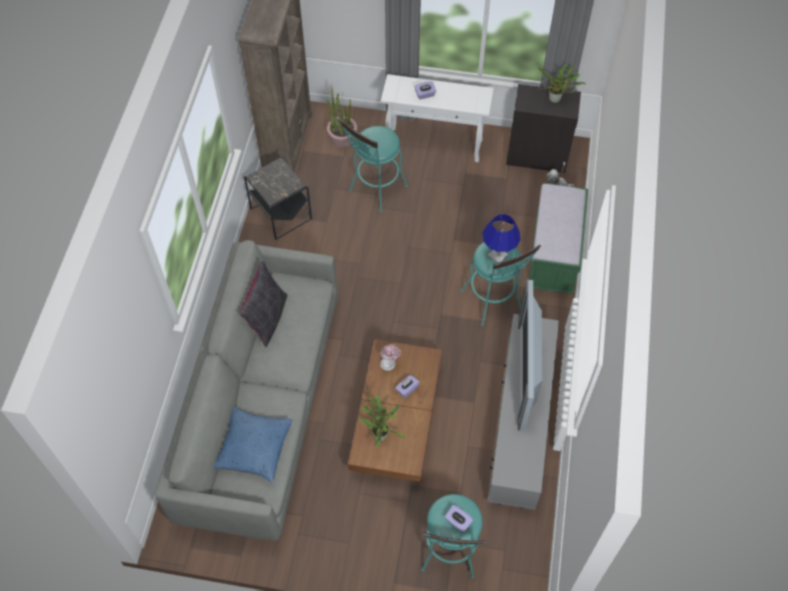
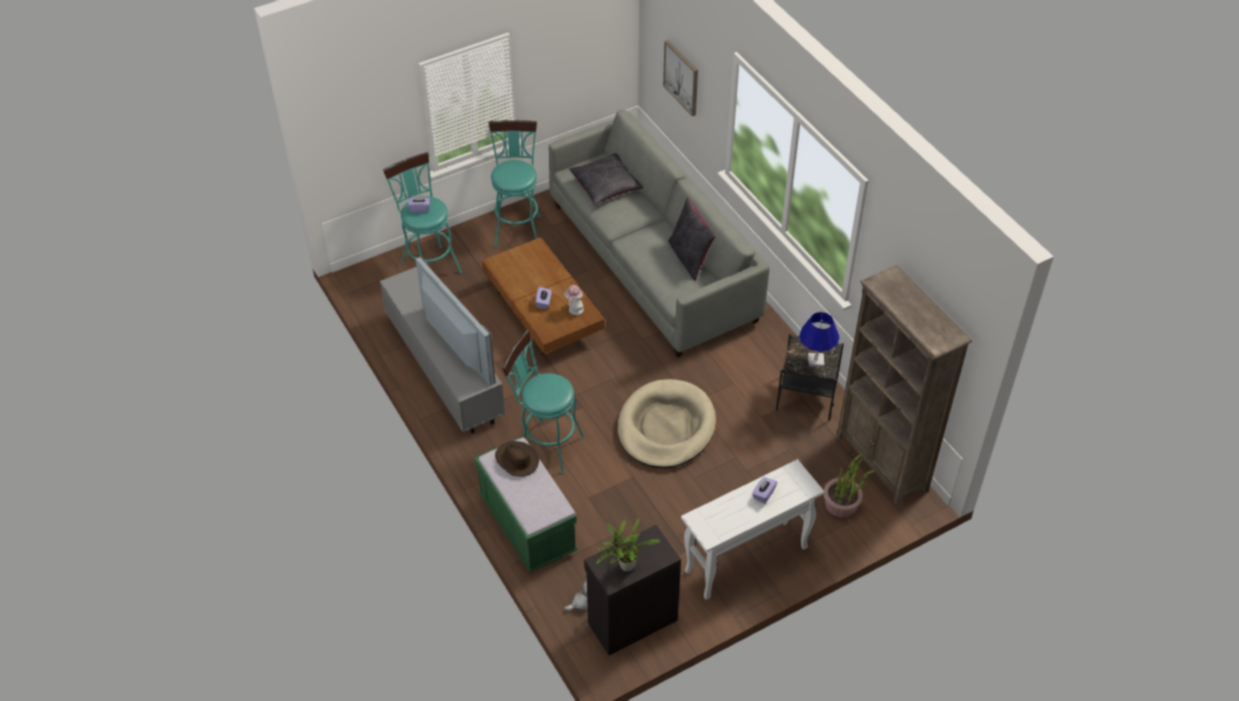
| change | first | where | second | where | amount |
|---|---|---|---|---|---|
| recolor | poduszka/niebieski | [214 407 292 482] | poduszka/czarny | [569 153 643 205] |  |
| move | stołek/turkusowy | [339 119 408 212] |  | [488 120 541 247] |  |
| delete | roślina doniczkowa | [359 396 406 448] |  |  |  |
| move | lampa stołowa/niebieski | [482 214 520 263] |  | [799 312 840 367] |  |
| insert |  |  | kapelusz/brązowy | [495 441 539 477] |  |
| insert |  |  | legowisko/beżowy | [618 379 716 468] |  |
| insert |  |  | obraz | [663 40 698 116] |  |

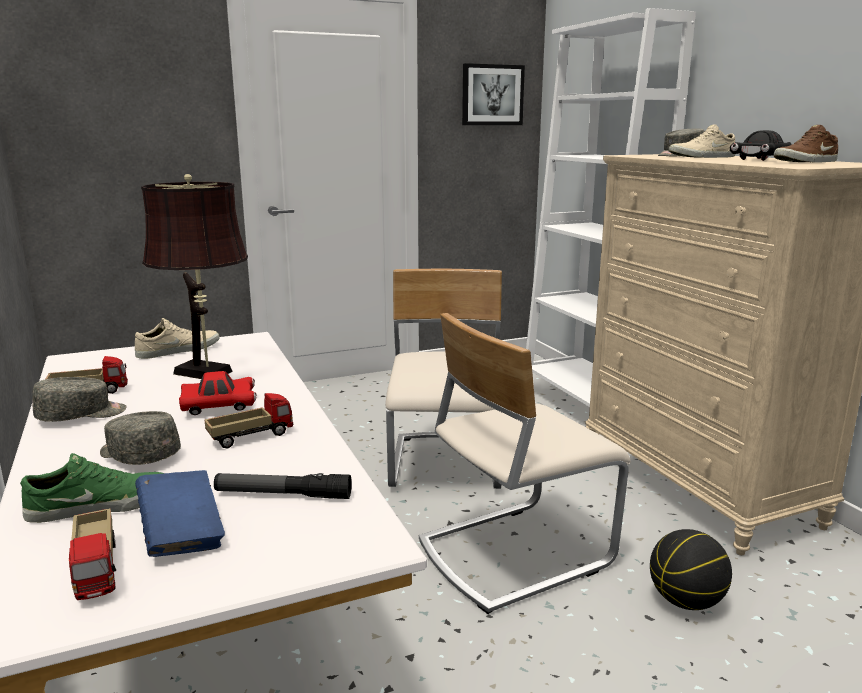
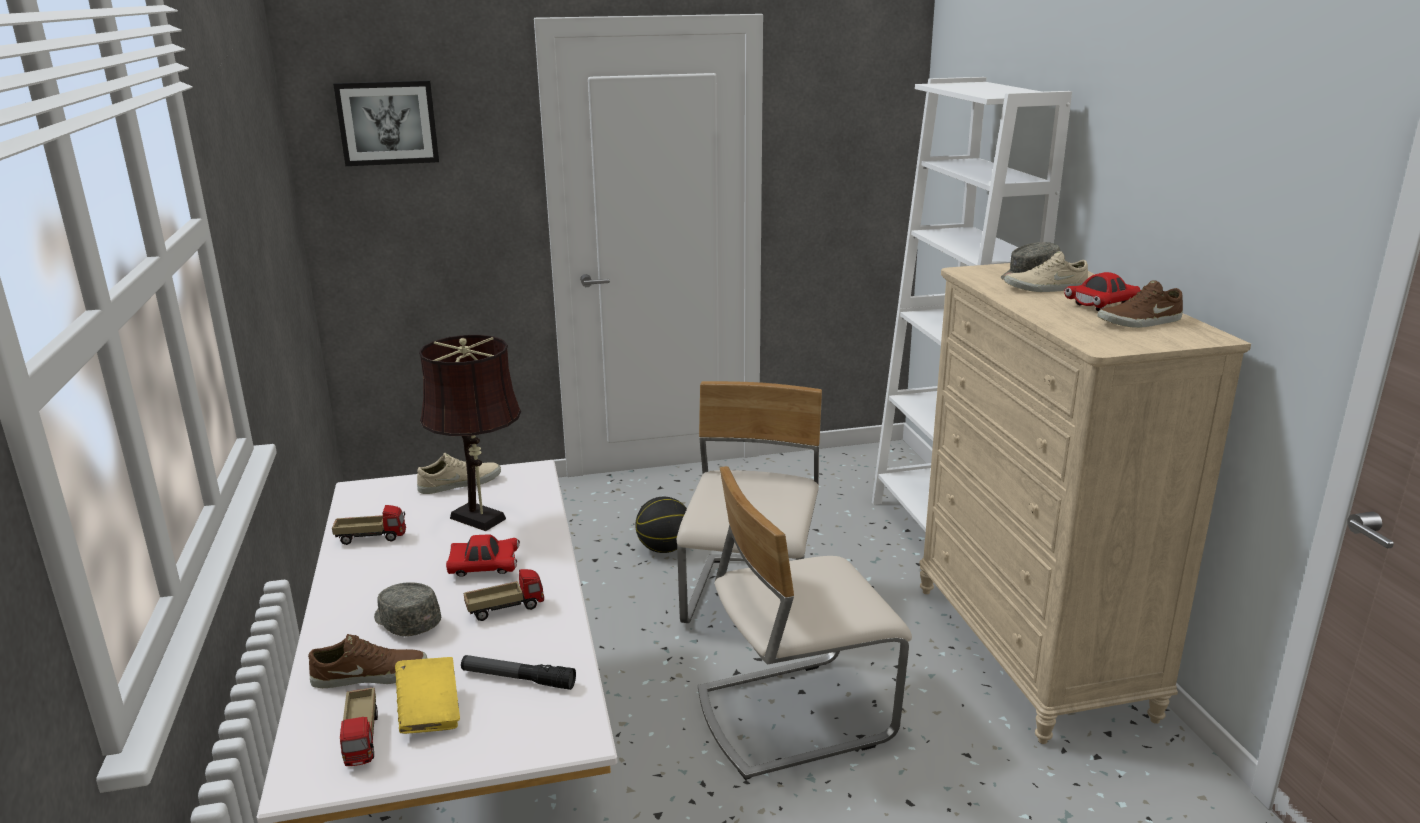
| change | first | where | second | where | amount |
|---|---|---|---|---|---|
| recolor | but/zielony | [20 453 163 523] | but/brązowy | [308 634 428 688] |  |
| delete | czapka z daszkiem/szary | [32 377 127 422] |  |  |  |
| recolor | książka/niebieski | [135 470 225 557] | książka/żółty | [395 657 460 734] |  |
| move | obraz | [462 63 525 125] |  | [333 80 439 166] |  |
| move | piłka do koszykówki | [650 529 732 610] |  | [635 497 687 553] |  |
| recolor | samochodzik/czarny | [730 130 792 161] | samochodzik/czerwony | [1064 272 1141 311] |  |

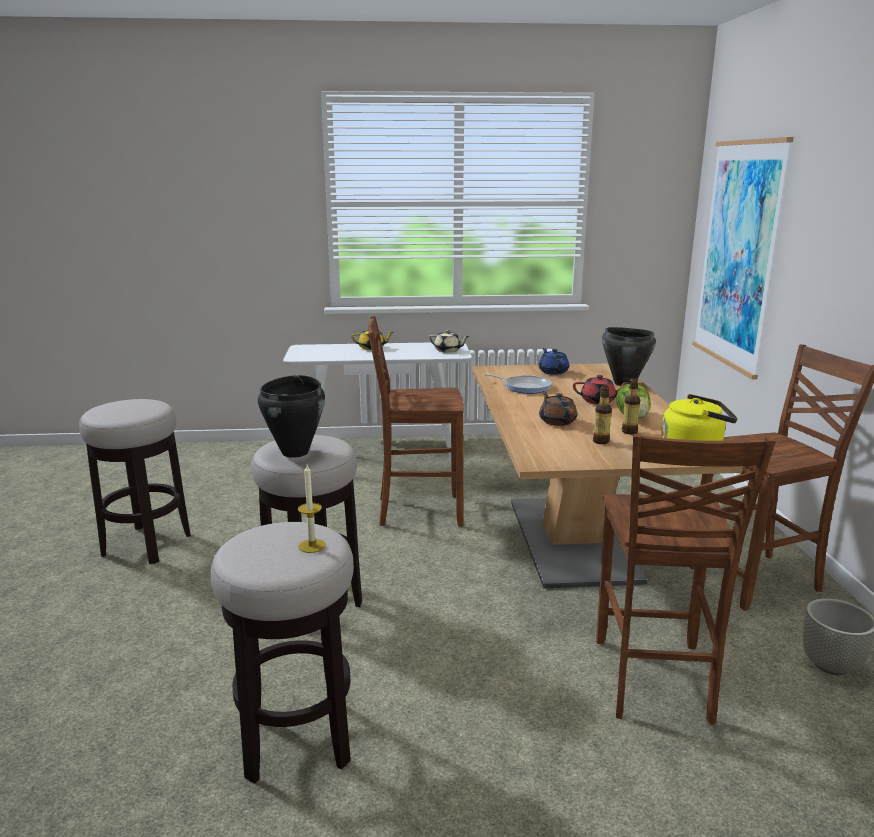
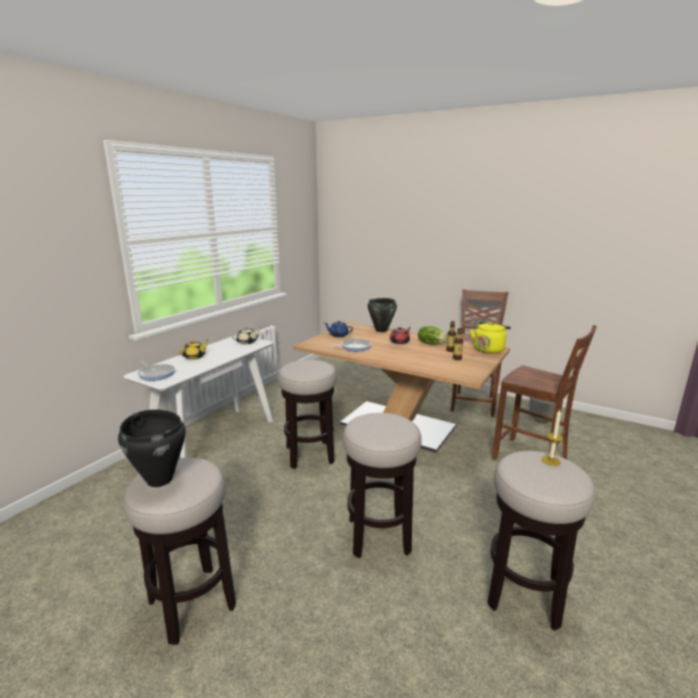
| change | first | where | second | where | amount |
|---|---|---|---|---|---|
| move | garnek/czarny | [258 375 325 458] |  | [118 410 186 487] |  |
| replace | krzesło/brązowy | [368 316 464 527] | stołek | [278 360 337 469] |  |
| delete | imbryk/brązowy | [539 391 577 426] |  |  |  |
| delete | obraz | [692 137 794 379] |  |  |  |
| insert |  |  | patelnia | [138 361 175 381] |  |

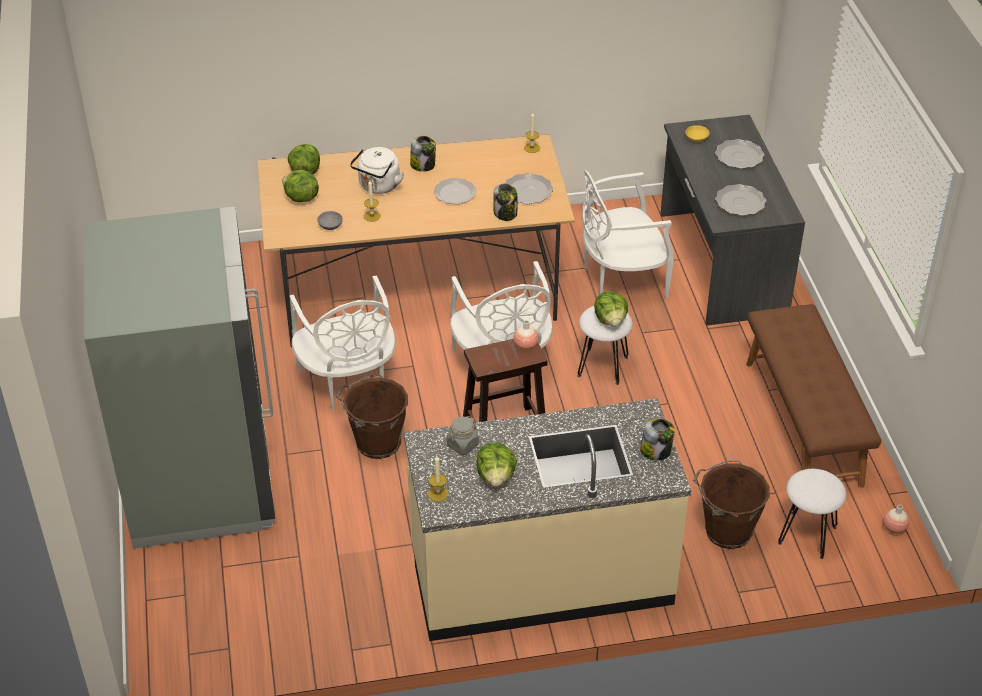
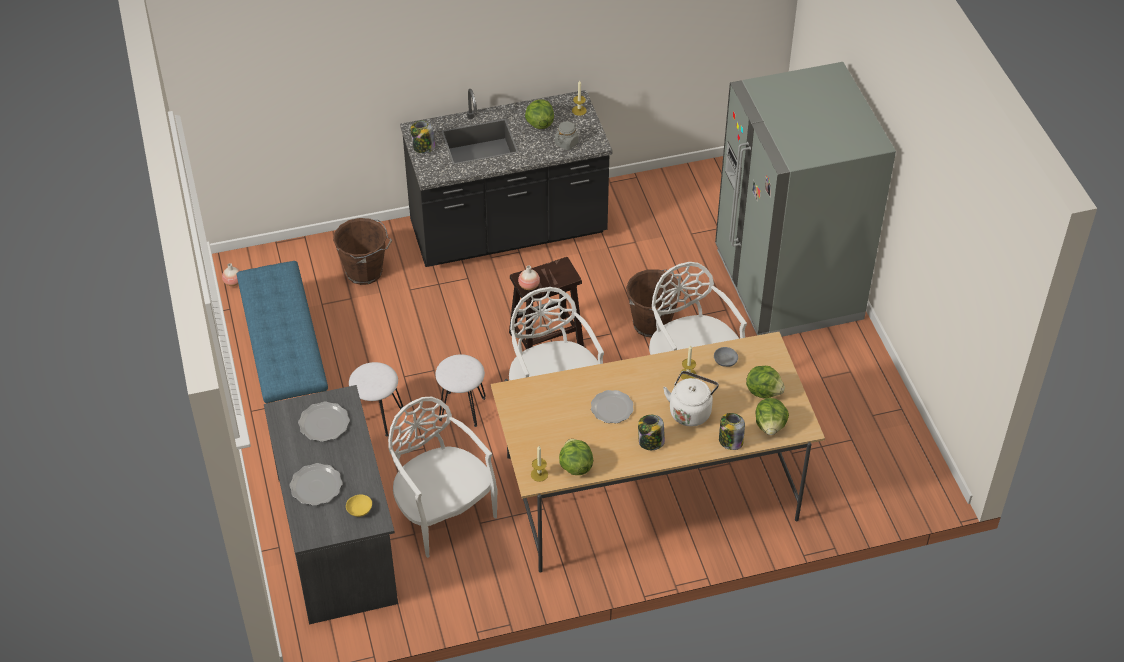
| change | first | where | second | where | amount |
|---|---|---|---|---|---|
| recolor | zabudowa kuchenna/beżowy | [403 398 691 641] | zabudowa kuchenna/czarny | [400 89 612 267] |  |
| move | słoik | [493 183 517 221] |  | [719 413 745 450] |  |
| delete | talerz | [505 173 553 204] |  |  |  |
| rotate | krzesło/biały | [581 170 674 297] |  | [388 396 497 558] | 105 degrees counterclockwise |
| move | sałata | [594 291 628 326] |  | [559 439 593 475] |  |
| recolor | ławka/brązowy | [746 304 881 488] | ławka/niebieski | [237 261 328 404] |  |
| move | stołek/biały | [778 469 846 559] |  | [349 362 403 437] |  |

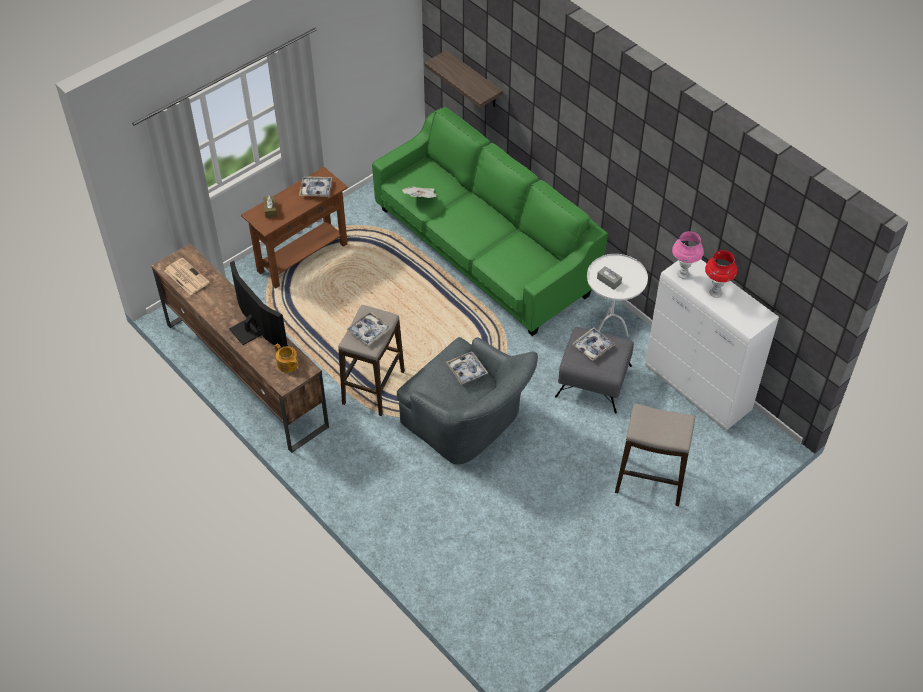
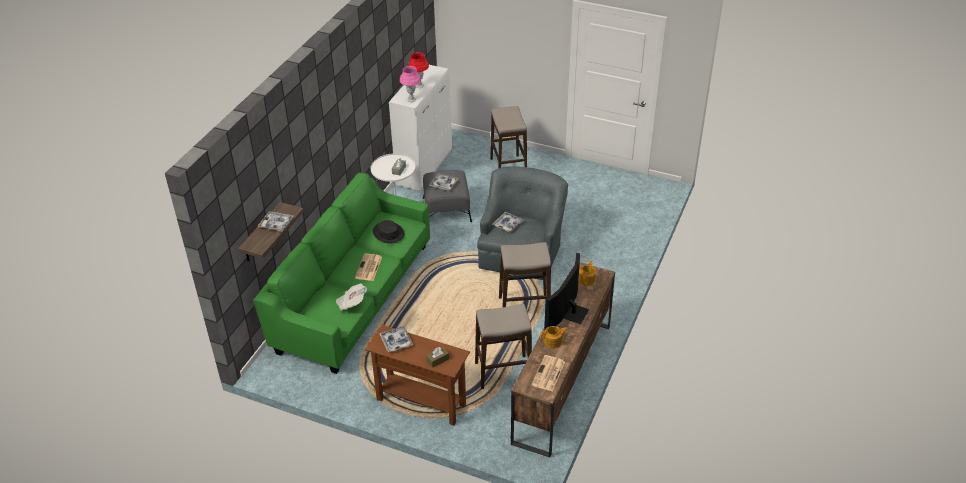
| change | first | where | second | where | amount |
|---|---|---|---|---|---|
| move | taca | [346 311 391 346] |  | [257 211 294 232] |  |
| insert |  |  | gazeta | [355 254 382 281] |  |
| insert |  |  | kapelusz/czarny | [373 220 405 244] |  |
| insert |  |  | stołek | [475 304 532 389] |  |
| insert |  |  | imbryk | [540 326 568 348] |  |

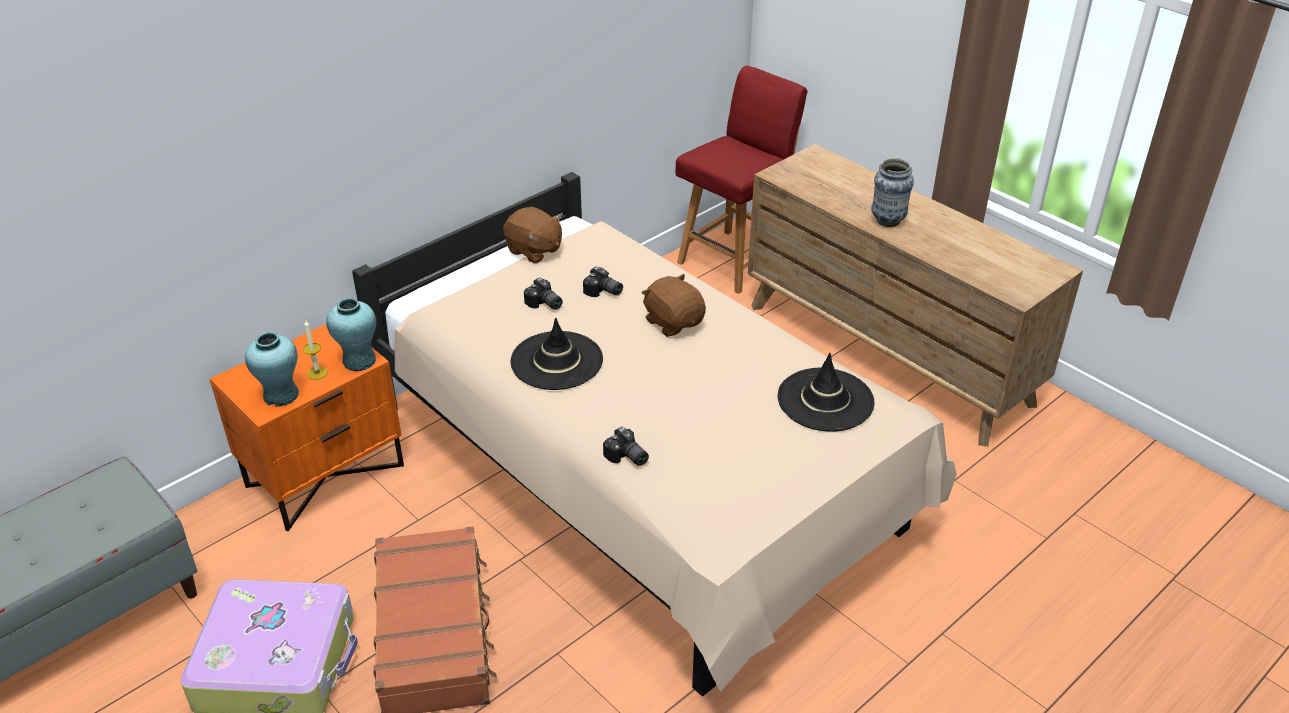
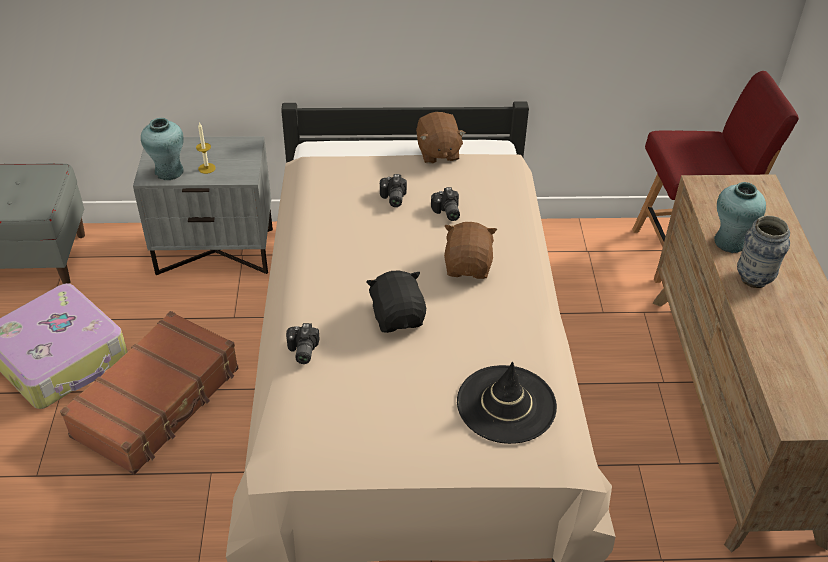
| change | first | where | second | where | amount |
|---|---|---|---|---|---|
| recolor | szafka nocna/pomarańczowy | [210 324 404 531] | szafka nocna/szary | [133 136 273 275] |  |
| move | wazon/turkusowy | [326 298 376 371] |  | [714 182 766 253] |  |
| delete | kapelusz/czarny | [510 318 603 390] |  |  |  |
| insert |  |  | pluszak/czarny | [366 270 426 333] |  |

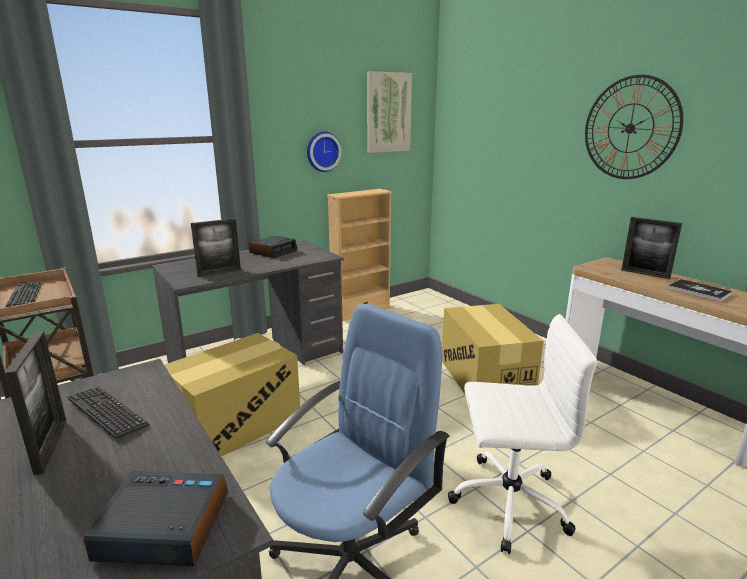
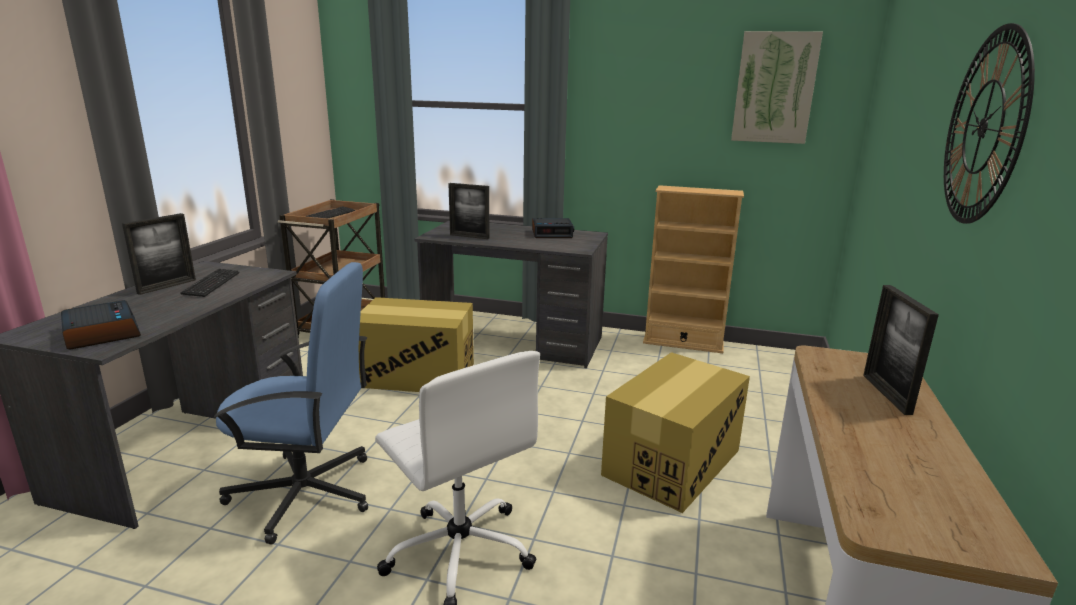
| change | first | where | second | where | amount |
|---|---|---|---|---|---|
| delete | zegar ścienny | [307 132 342 172] |  |  |  |
| delete | książka | [667 279 732 302] |  |  |  |

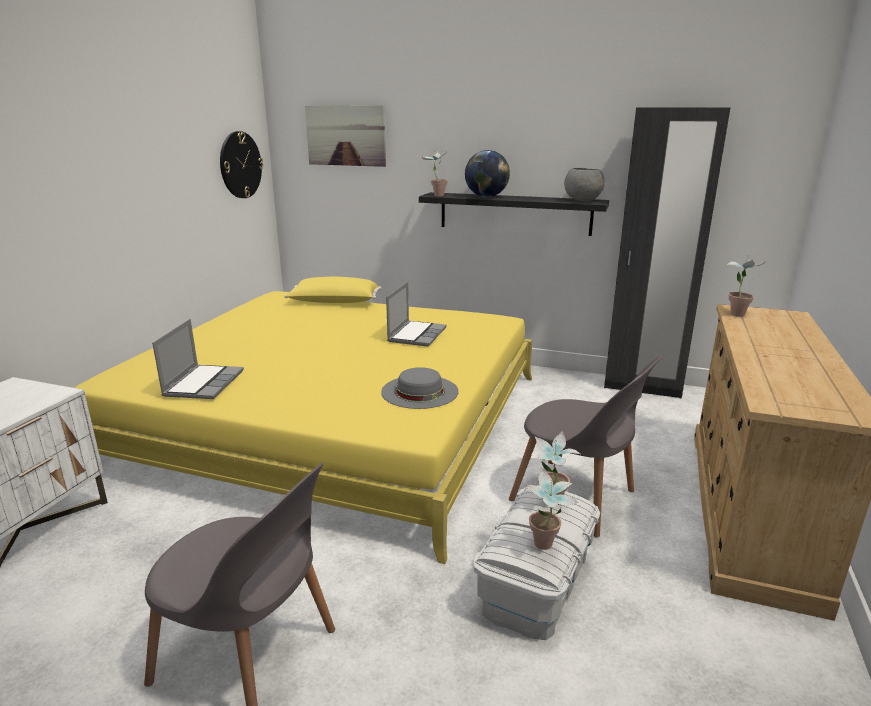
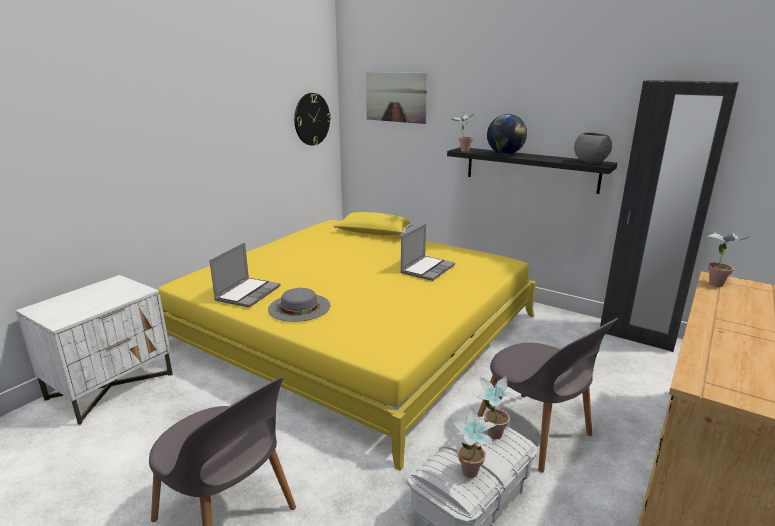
| change | first | where | second | where | amount |
|---|---|---|---|---|---|
| move | kapelusz/szary | [381 367 459 409] |  | [268 288 330 322] |  |

